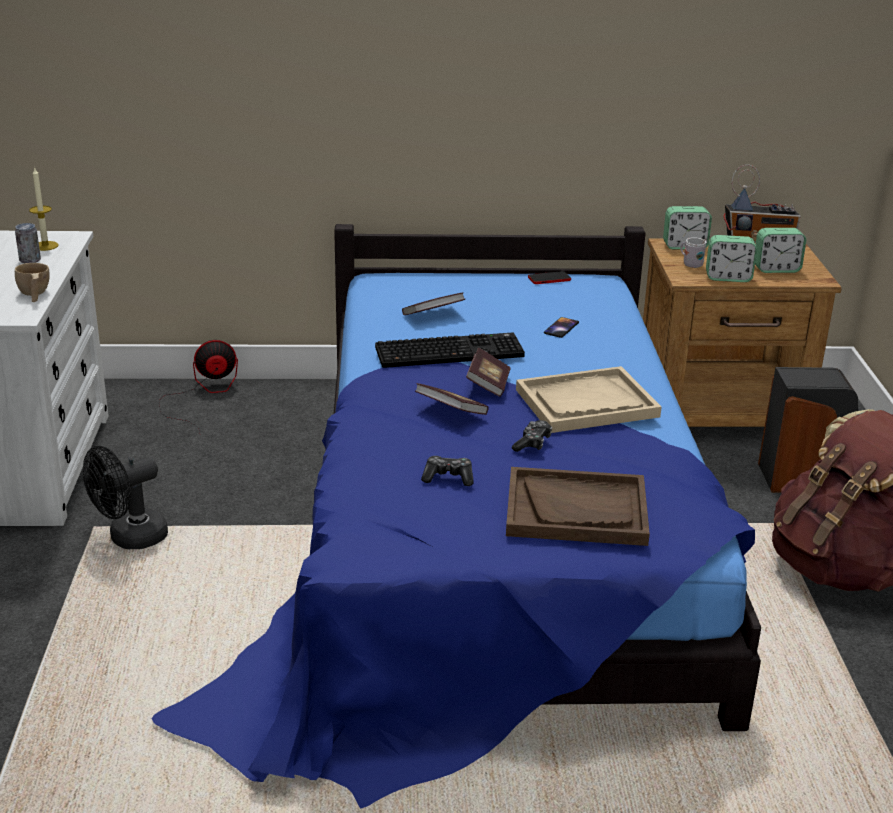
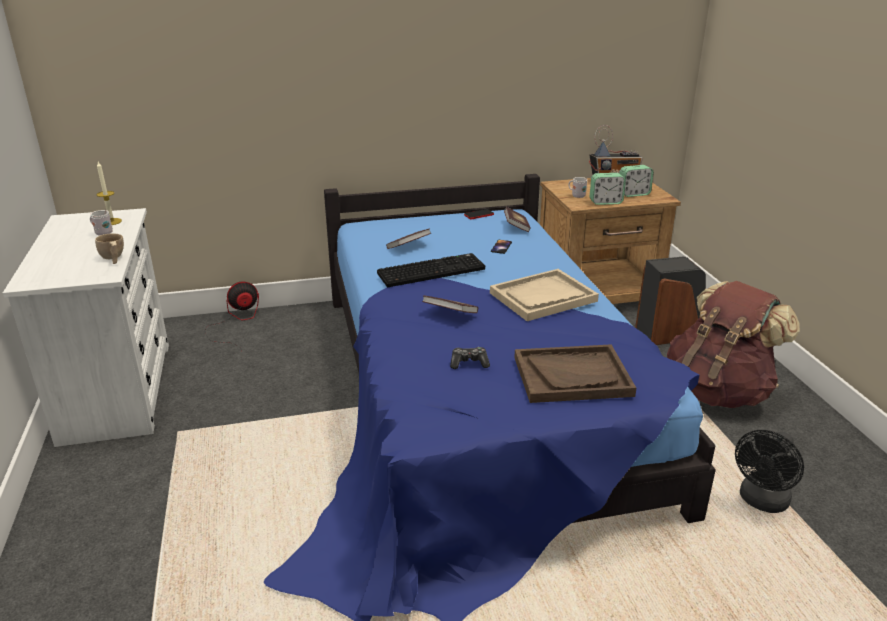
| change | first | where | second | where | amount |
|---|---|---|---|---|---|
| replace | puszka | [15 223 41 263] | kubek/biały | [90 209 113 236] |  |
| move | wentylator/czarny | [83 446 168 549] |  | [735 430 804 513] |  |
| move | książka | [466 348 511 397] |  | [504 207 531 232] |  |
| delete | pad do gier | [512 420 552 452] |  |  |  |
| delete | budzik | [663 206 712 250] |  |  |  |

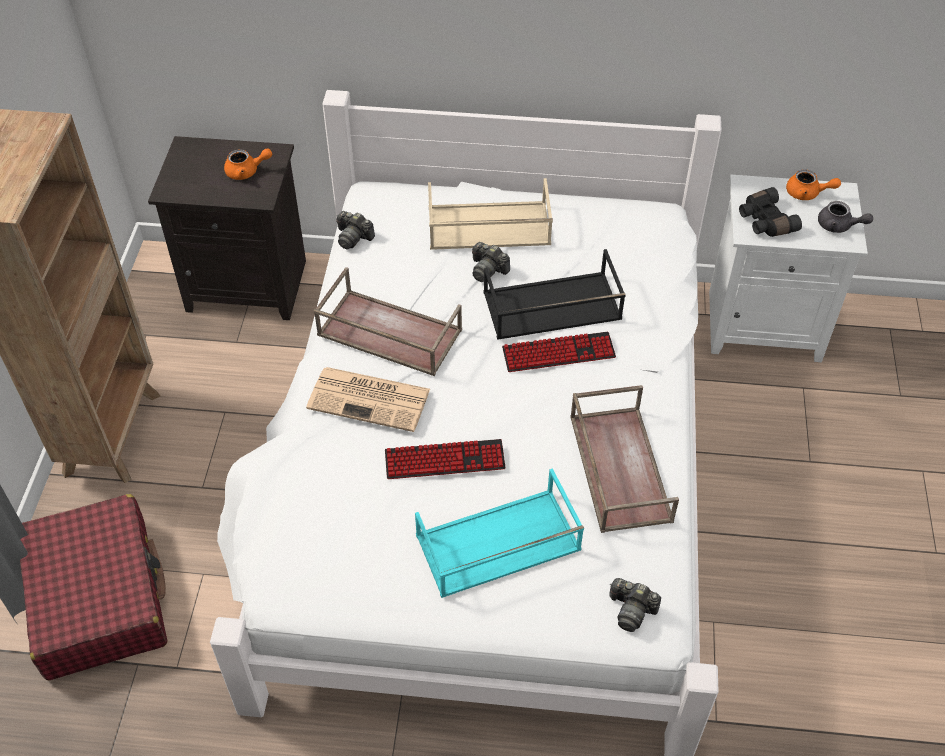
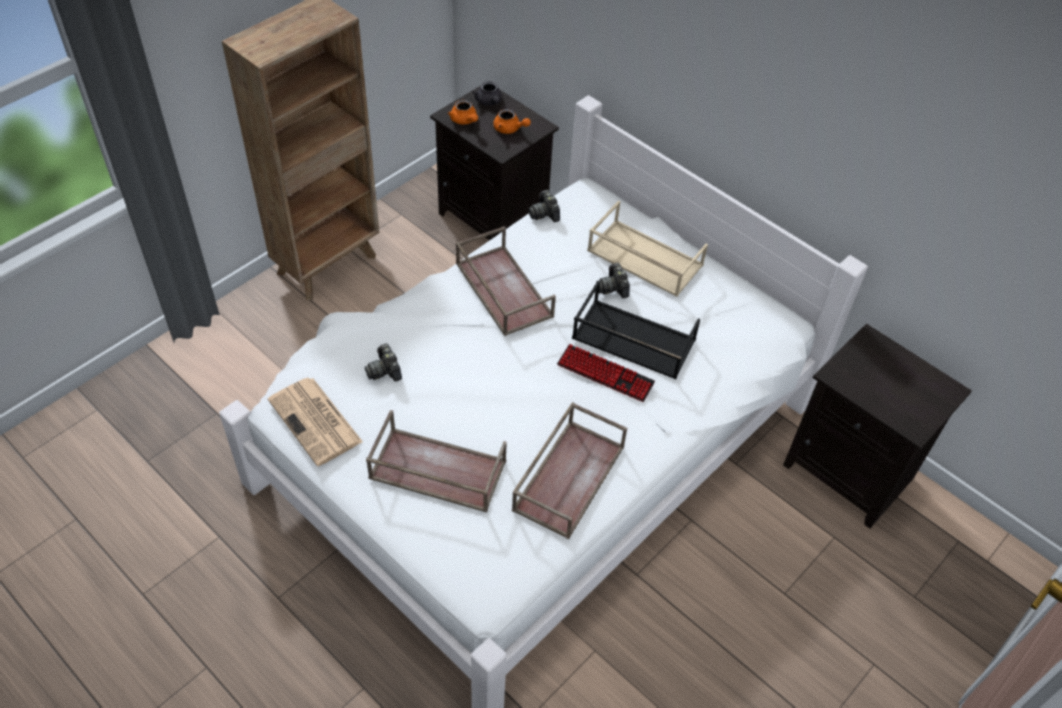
| change | first | where | second | where | amount |
|---|---|---|---|---|---|
| delete | walizka/czerwony | [20 494 167 680] |  |  |  |
| move | gazeta | [306 367 430 432] |  | [268 378 363 466] |  |
| delete | klawiatura | [385 439 506 479] |  |  |  |
| recolor | taca/turkusowy | [415 468 584 598] | taca/brązowy | [366 410 507 512] |  |
| move | aparat fotograficzny | [609 578 661 632] |  | [365 343 402 381] |  |
| recolor | szafka nocna/biały | [709 175 868 362] | szafka nocna/czarny | [783 323 972 528] |  |
| delete | lornetka/czarny | [739 187 802 237] |  |  |  |
| move | imbryk/pomarańczowy | [786 169 841 200] |  | [448 100 478 125] |  |
| move | imbryk/szary | [818 201 873 233] |  | [472 81 502 105] |  |

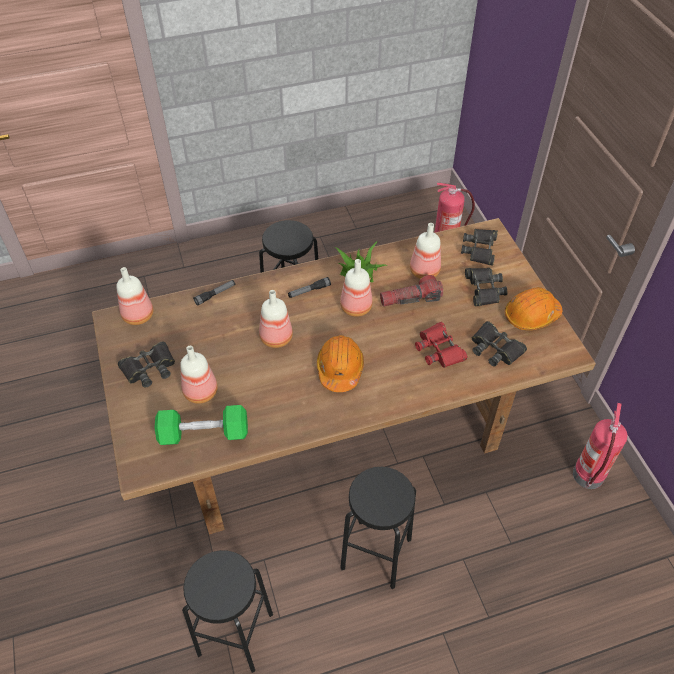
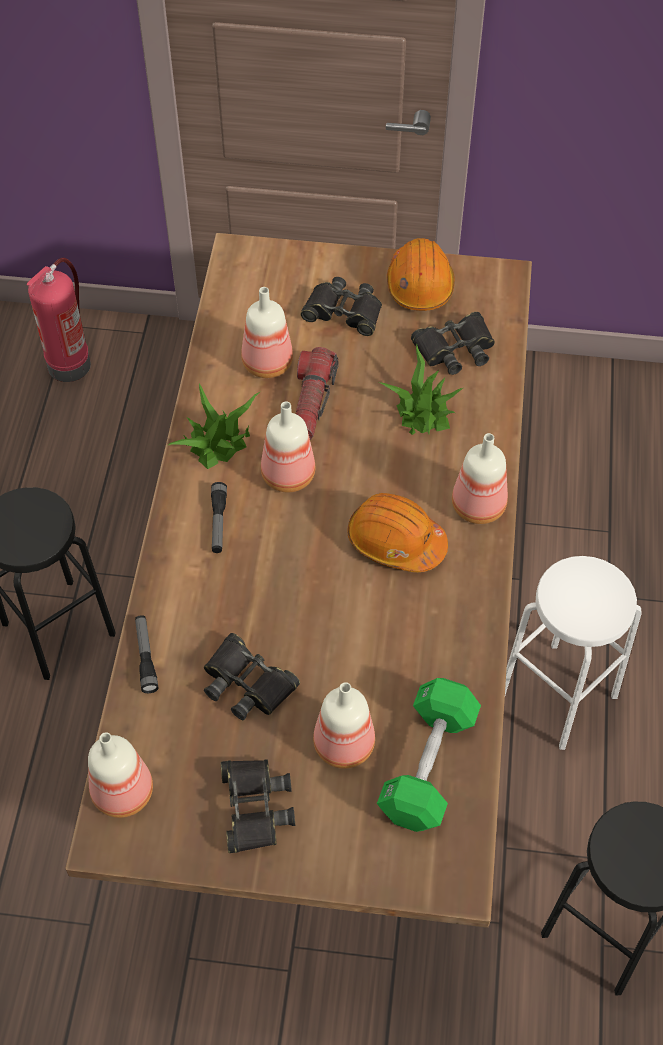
| change | first | where | second | where | amount |
|---|---|---|---|---|---|
| move | butelka | [259 290 293 348] |  | [452 433 508 524] |  |
| recolor | stołek/czarny | [340 467 416 589] | stołek/biały | [505 556 642 750] |  |
| replace | lornetka/czerwony | [415 322 468 368] | roślina doniczkowa | [379 344 463 435] |  |
| move | lornetka/czarny | [461 229 498 265] |  | [204 633 300 720] |  |
| delete | gaśnica | [573 403 628 489] |  |  |  |

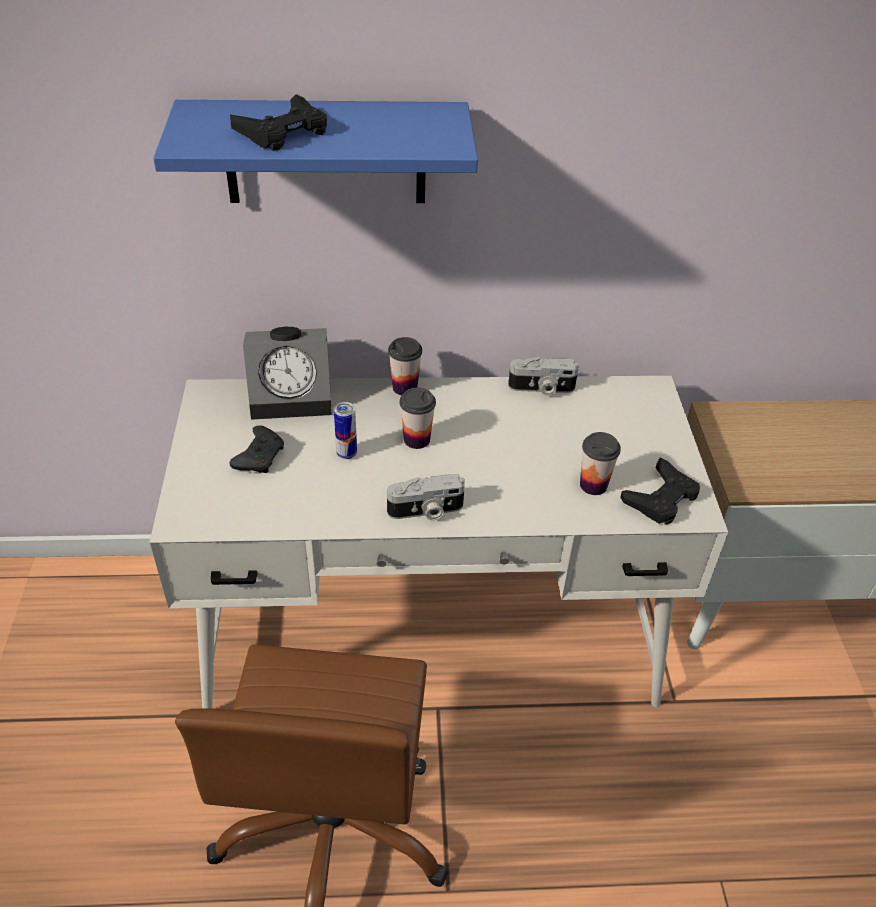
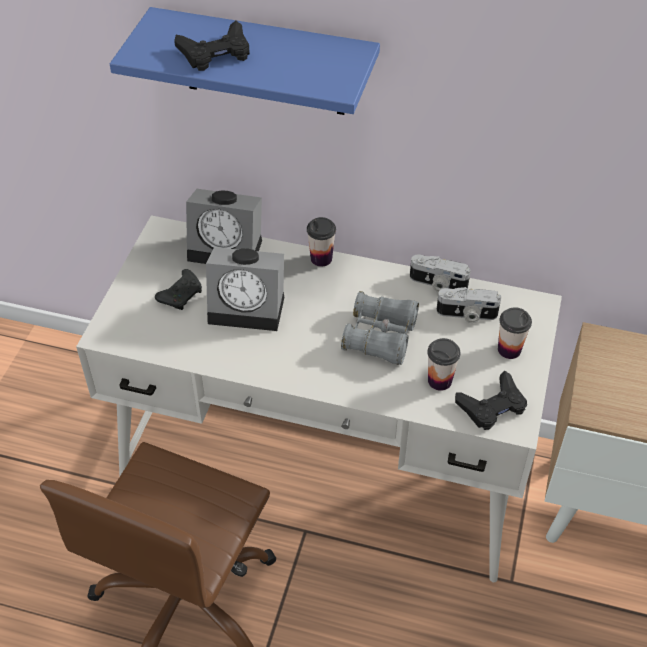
| change | first | where | second | where | amount |
|---|---|---|---|---|---|
| replace | puszka | [334 402 357 459] | budzik | [206 247 284 331] |  |
| move | aparat fotograficzny | [387 474 465 520] |  | [436 287 501 323] |  |
| move | filiżanka | [399 388 436 449] |  | [498 307 532 359] |  |
| insert |  |  | lornetka/szary | [341 291 419 365] |  |

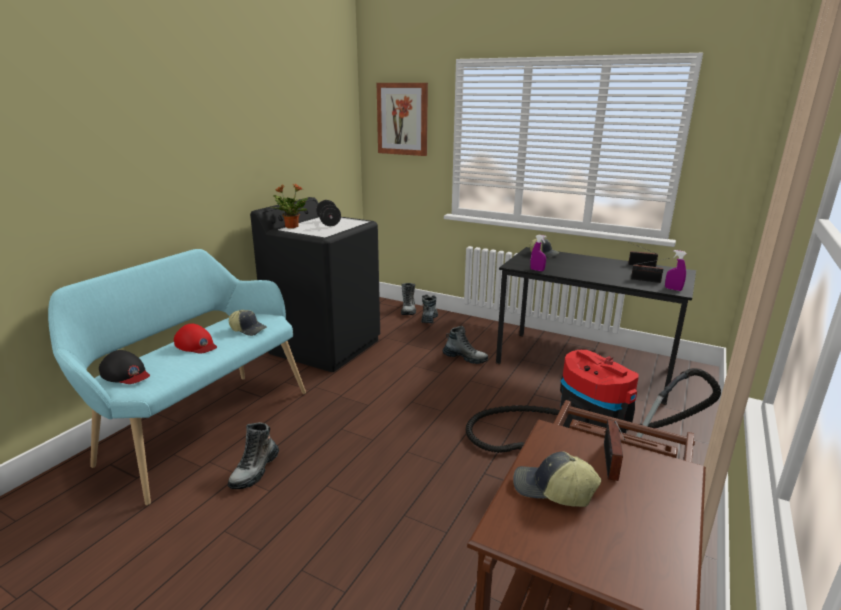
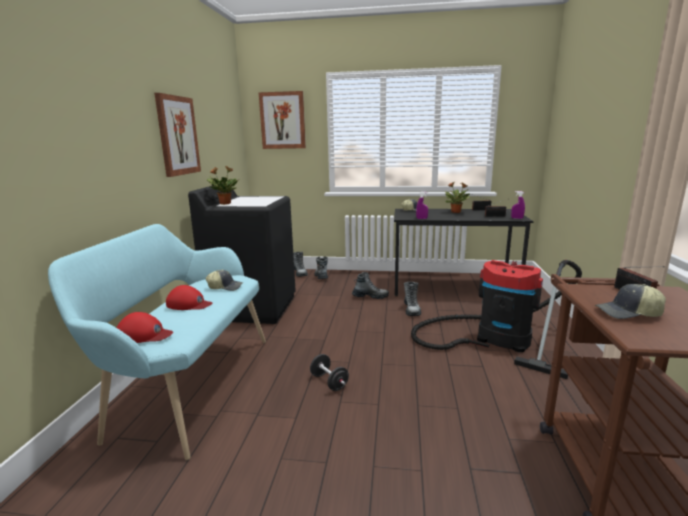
| change | first | where | second | where | amount |
|---|---|---|---|---|---|
| recolor | czapka z daszkiem/czarny | [99 350 150 384] | czapka z daszkiem/czerwony | [117 312 173 343] |  |
| move | but z cholewką | [228 422 279 489] |  | [404 282 421 316] |  |
| move | hantel/czarny | [316 200 341 226] |  | [310 354 349 391] |  |
| insert |  |  | obraz | [154 93 201 177] |  |
| insert |  |  | roślina doniczkowa | [444 182 470 213] |  |

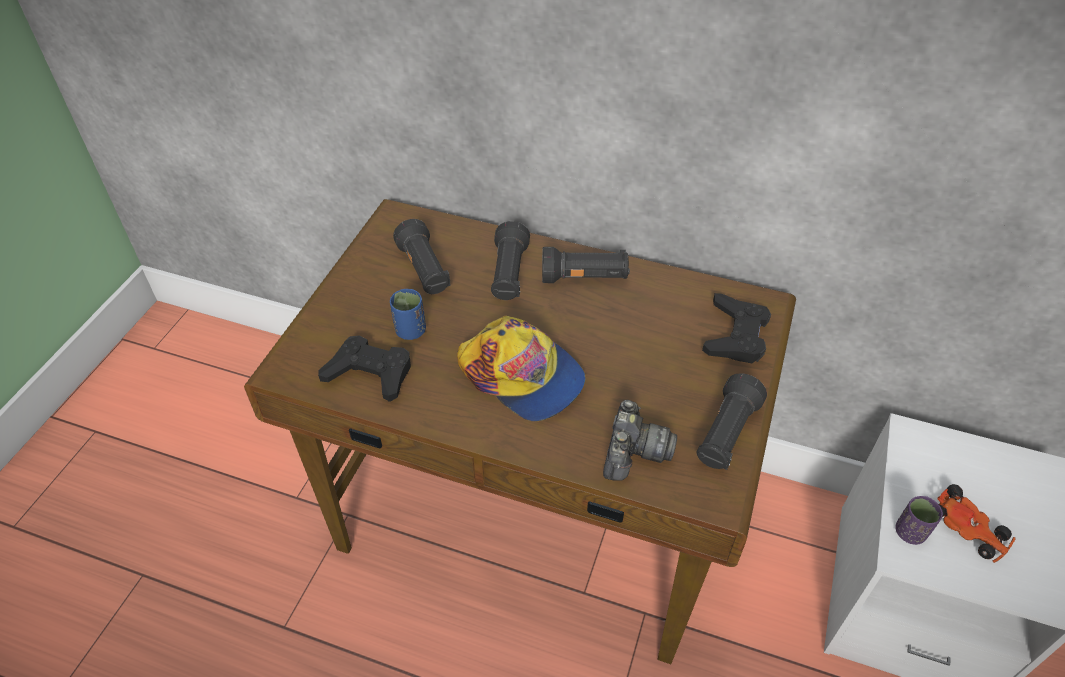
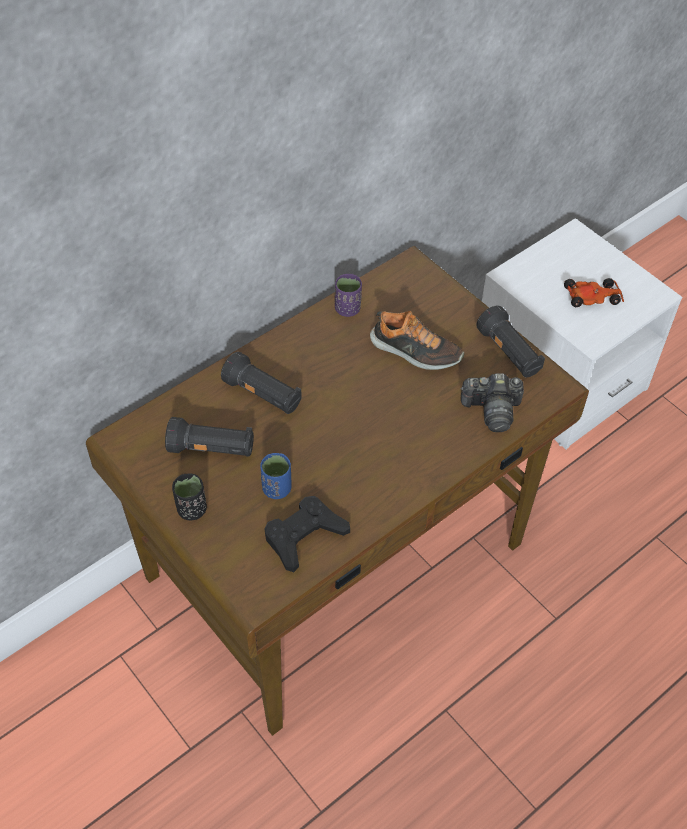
| change | first | where | second | where | amount |
|---|---|---|---|---|---|
| delete | czapka z daszkiem | [457 316 585 421] |  |  |  |
| delete | latarka/czarny | [542 247 630 283] |  |  |  |
| rotate | aparat fotograficzny | [603 400 677 481] |  | [461 373 524 432] | 135 degrees clockwise |
| delete | pad do gier/czarny | [702 293 771 363] |  |  |  |
| move | filiżanka/fioletowy | [895 496 943 545] |  | [335 274 362 317] |  |
| insert |  |  | filiżanka/czarny | [172 473 207 520] |  |
| insert |  |  | but | [370 311 465 370] |  |

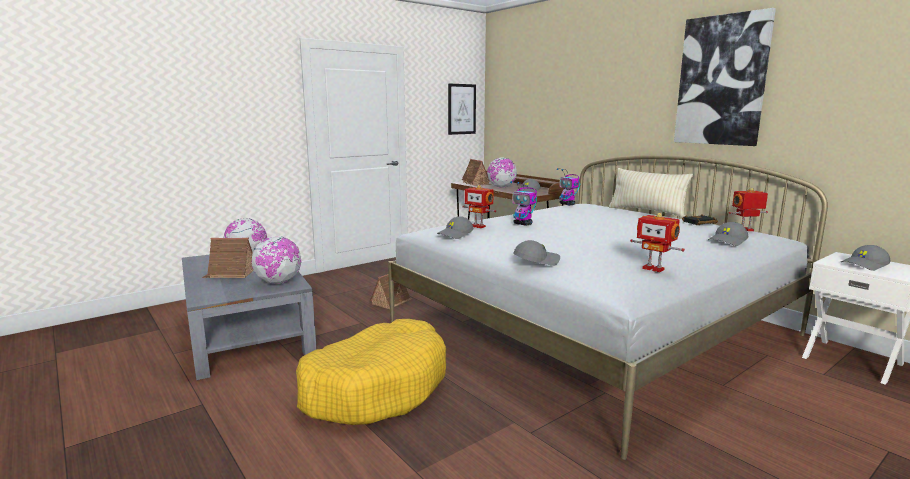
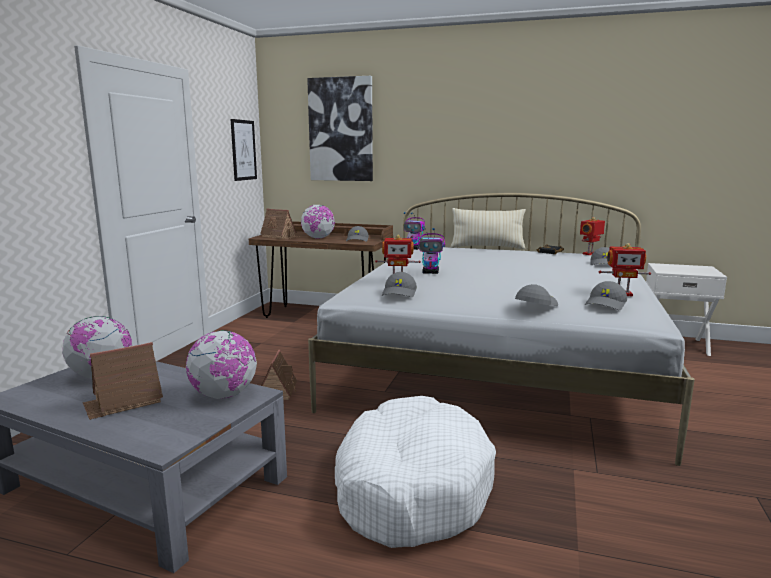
| change | first | where | second | where | amount |
|---|---|---|---|---|---|
| recolor | legowisko/żółty | [296 319 446 425] | legowisko/biały | [335 396 496 548] |  |
| move | obraz | [674 8 776 146] |  | [307 76 373 181] |  |
| move | czapka z daszkiem/szary | [841 245 891 271] |  | [585 281 627 310] |  |

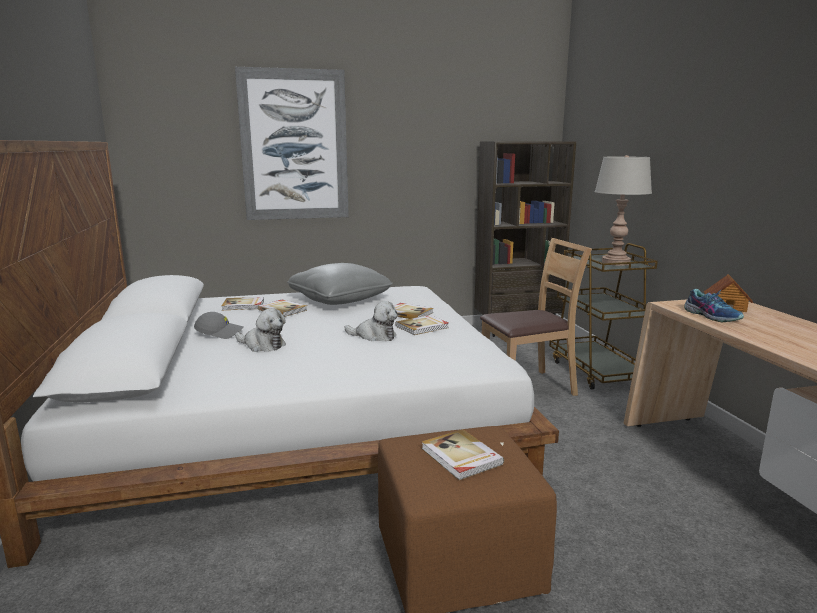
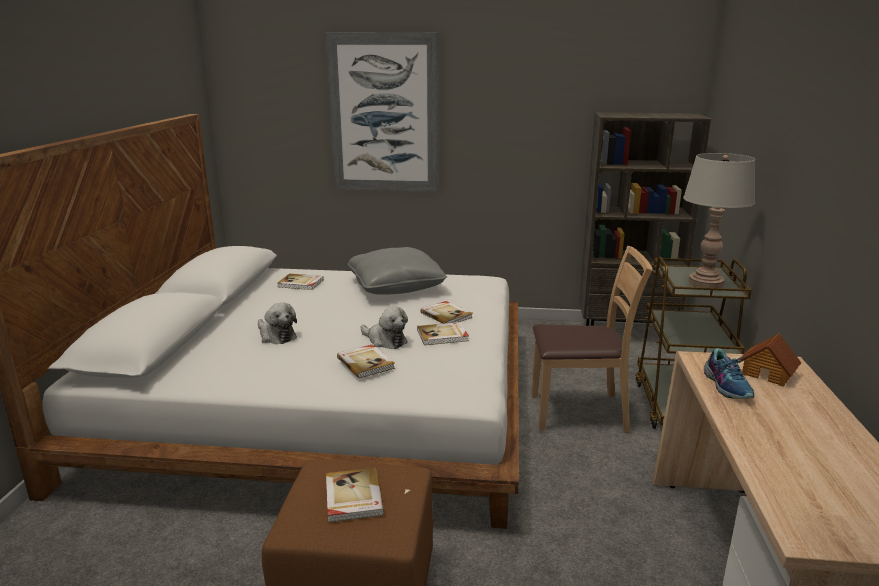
| change | first | where | second | where | amount |
|---|---|---|---|---|---|
| delete | czapka z daszkiem/szary | [194 312 244 339] |  |  |  |
| move | książka | [258 300 307 317] |  | [337 344 395 378] |  |

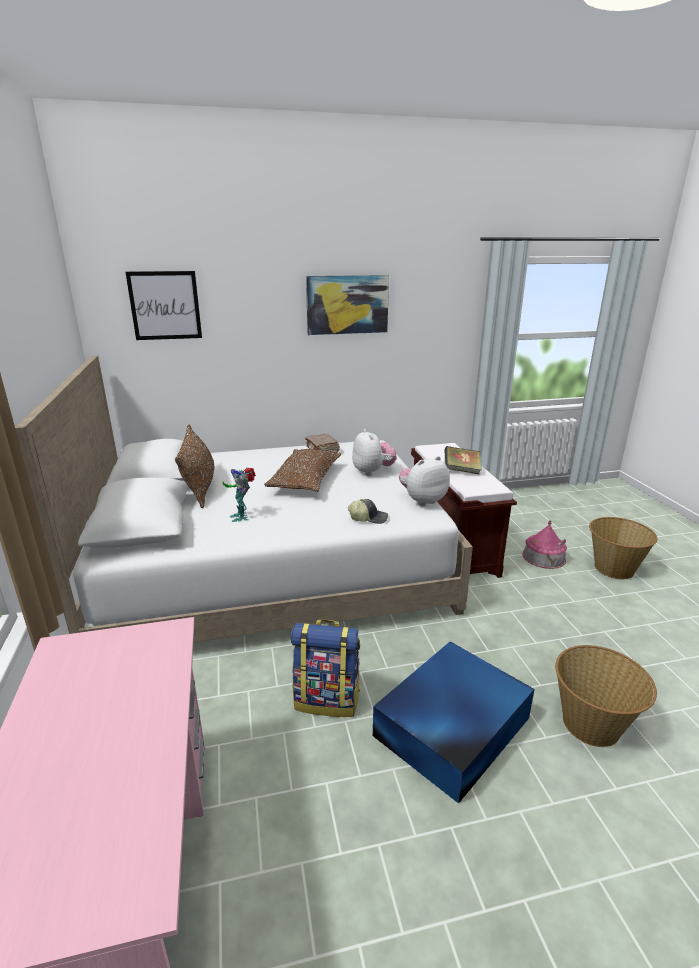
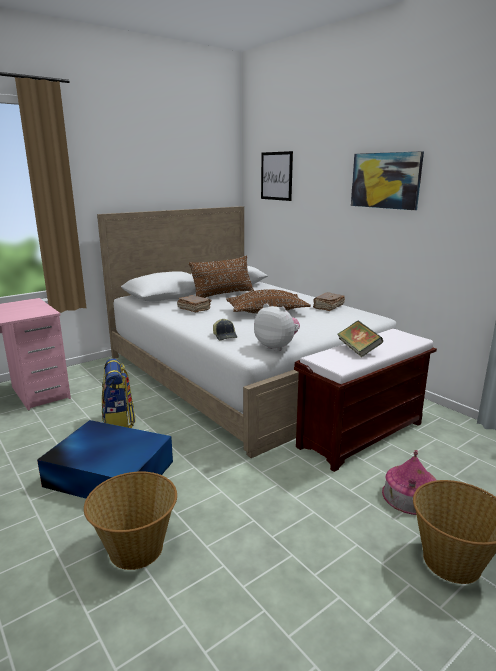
| change | first | where | second | where | amount |
|---|---|---|---|---|---|
| replace | robot zabawkowy | [223 468 256 522] | książka/brązowy | [177 295 211 313] |  |
| delete | pluszak | [352 429 397 476] |  |  |  |

